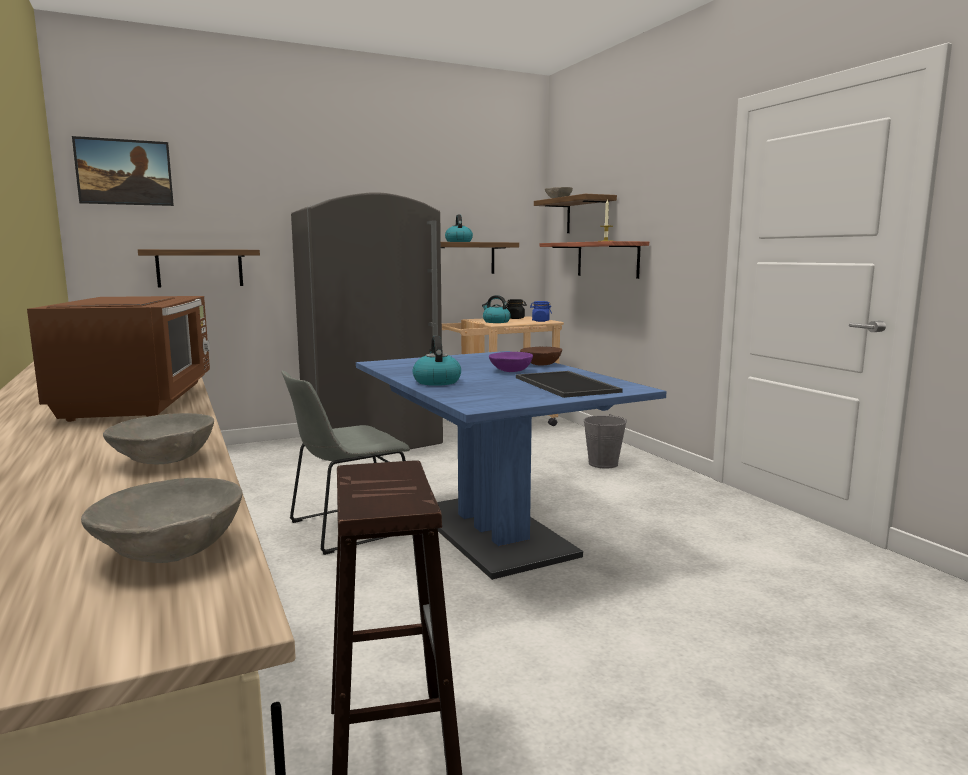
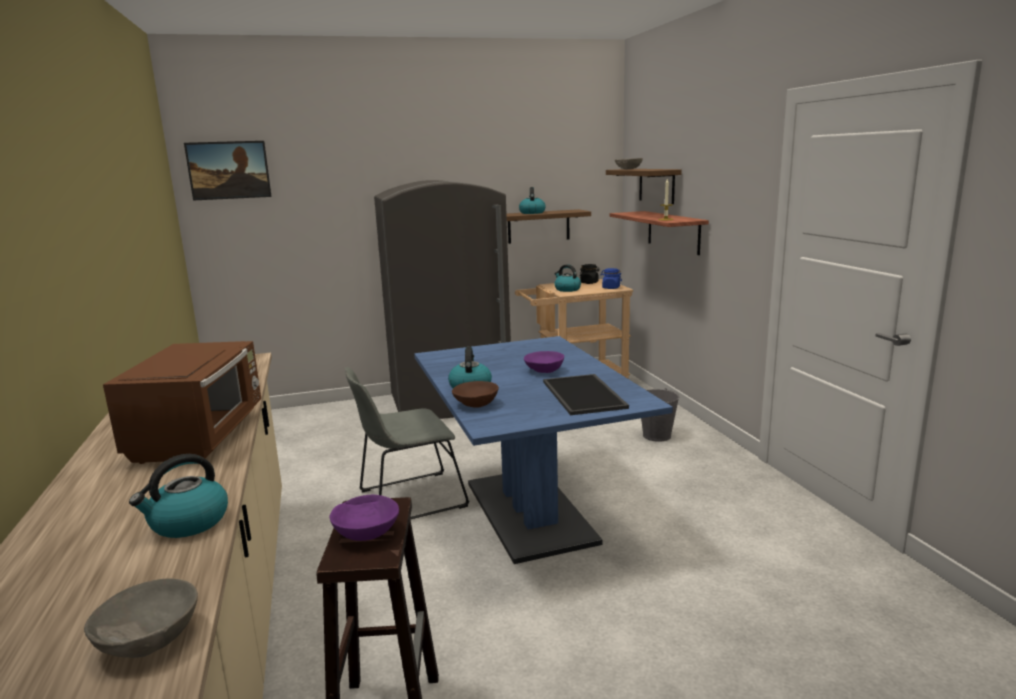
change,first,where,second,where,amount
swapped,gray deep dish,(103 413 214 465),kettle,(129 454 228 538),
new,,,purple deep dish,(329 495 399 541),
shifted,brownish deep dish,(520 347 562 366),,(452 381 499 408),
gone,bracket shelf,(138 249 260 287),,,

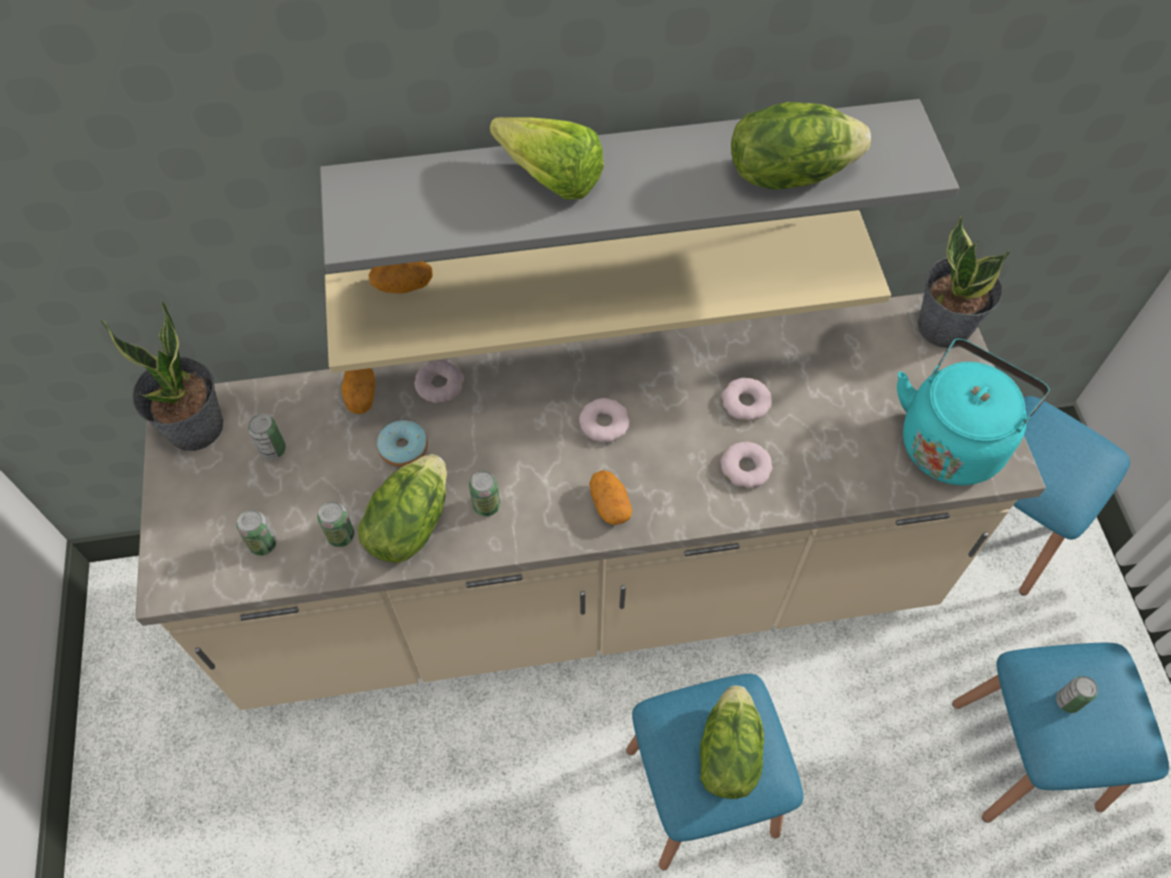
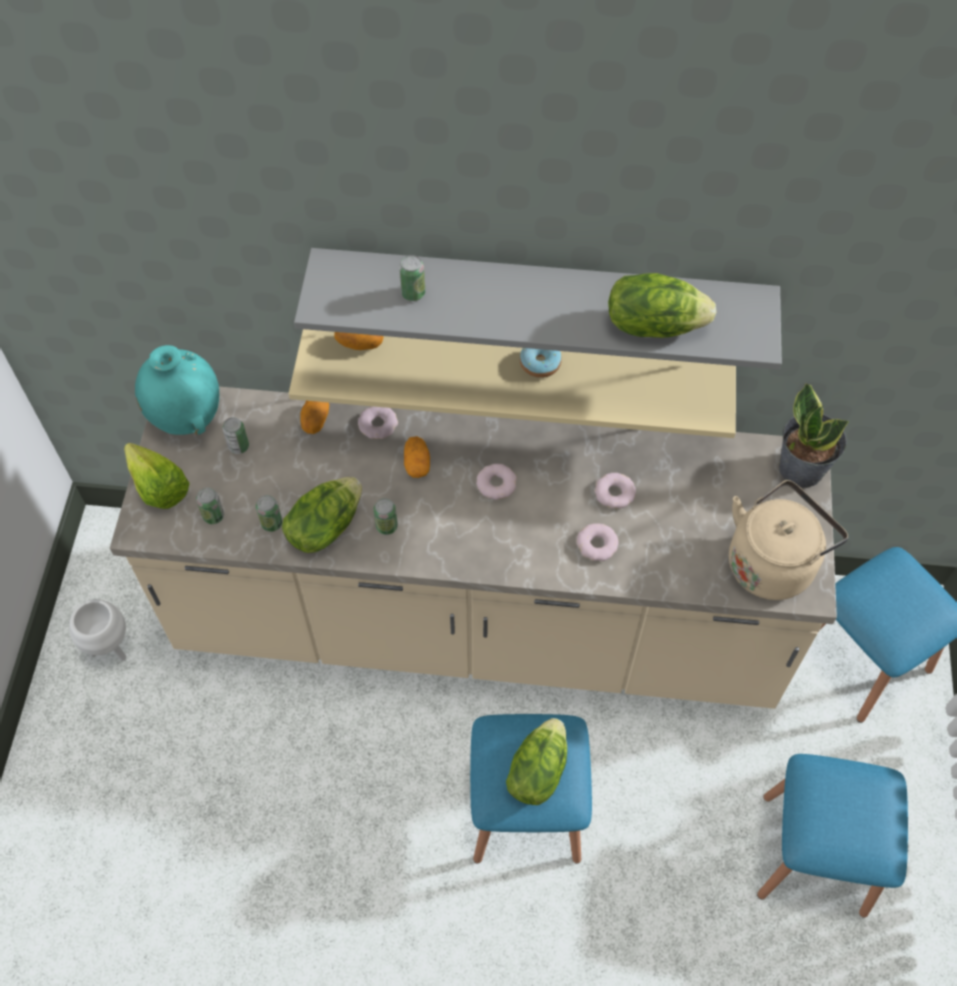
change,first,where,second,where,amount
new,,,whitish planter,(69 599 126 661),
shifted,lettuce head,(490 117 604 200),,(124 443 190 509),
swapped,potted plant,(101 300 223 451),blue-green vase,(135 345 219 435),
shifted,sealed can,(1056 676 1097 713),,(399 255 425 301),
shifted,potato,(589 470 632 525),,(404 436 430 478),
shifted,ring doughnut,(377 420 428 467),,(520 348 562 378),
repainted,blue-green kettle,(897 339 1050 485),beige-coloured kettle,(729 480 848 600),

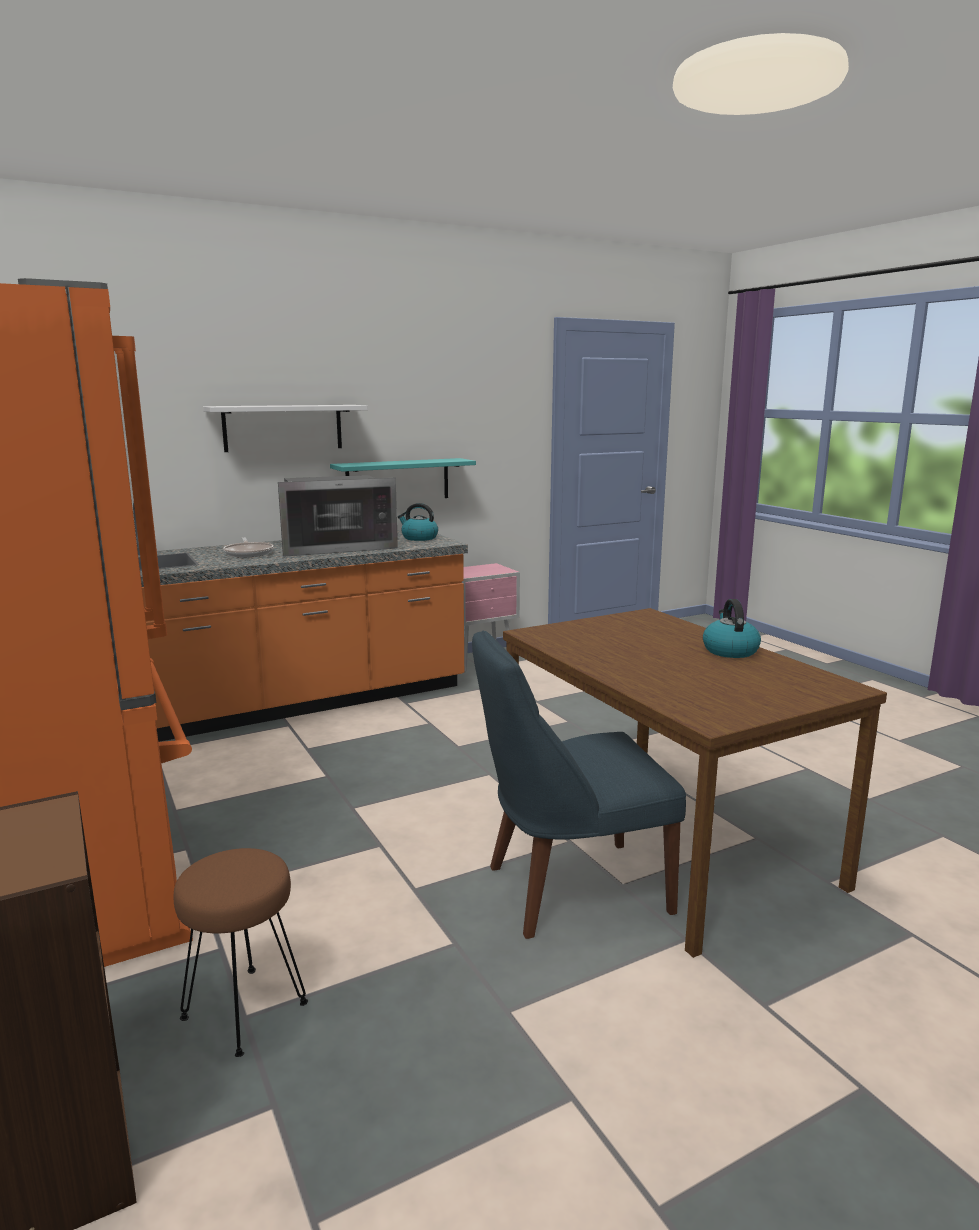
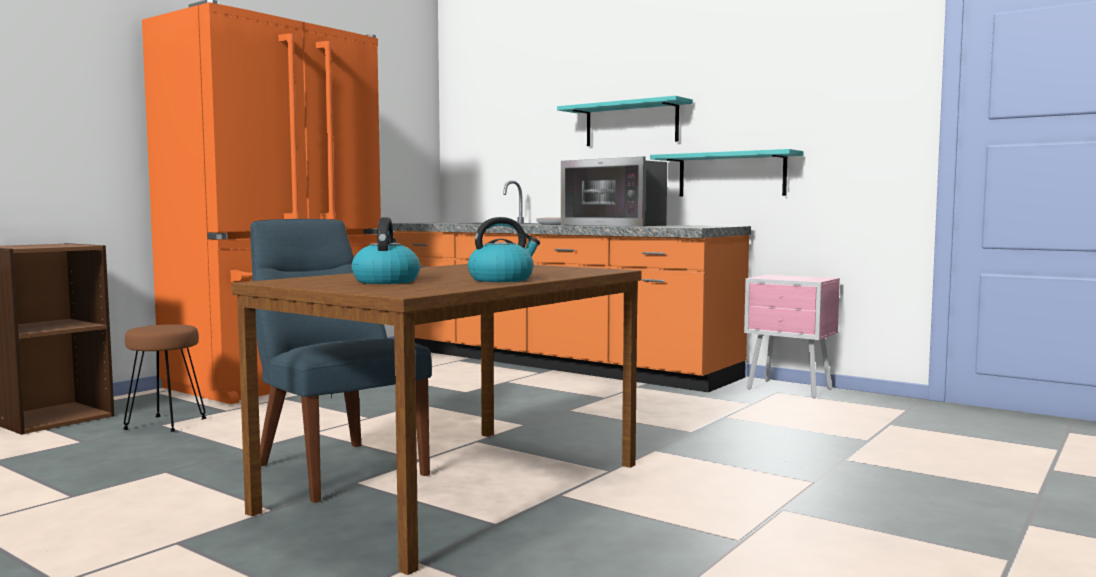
change,first,where,second,where,amount
shifted,kettle,(398 503 438 541),,(352 217 420 284),
repainted,whitish bracket shelf,(203 405 368 452),blue-green bracket shelf,(557 96 693 146),

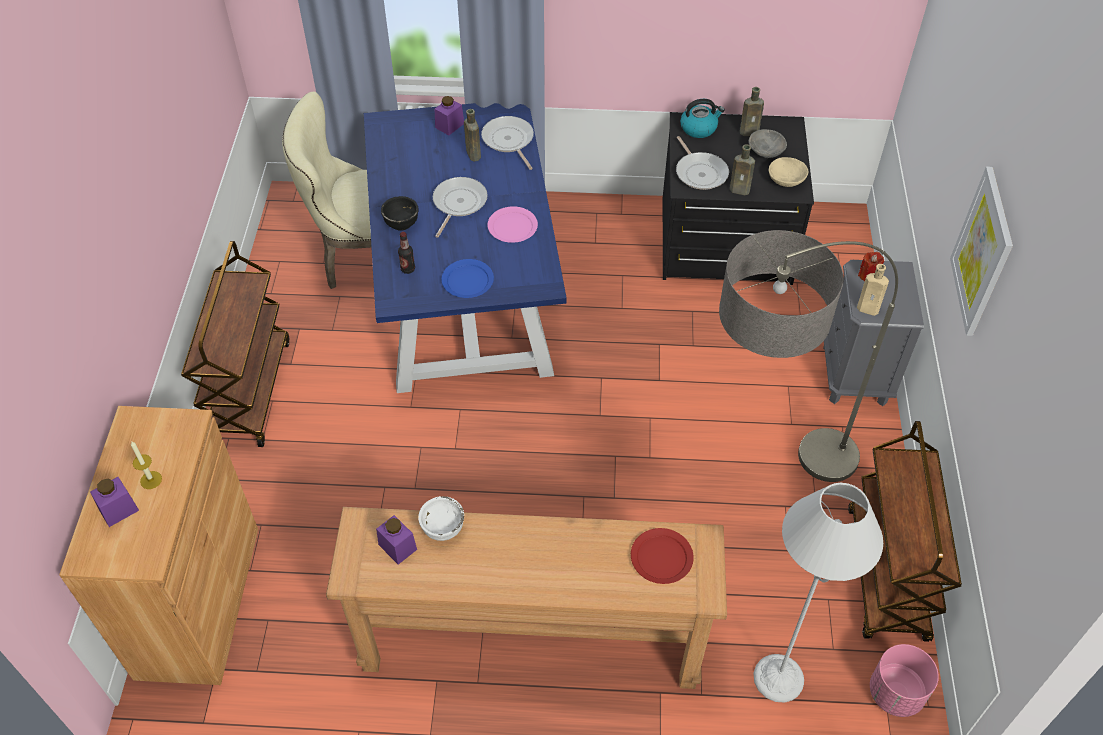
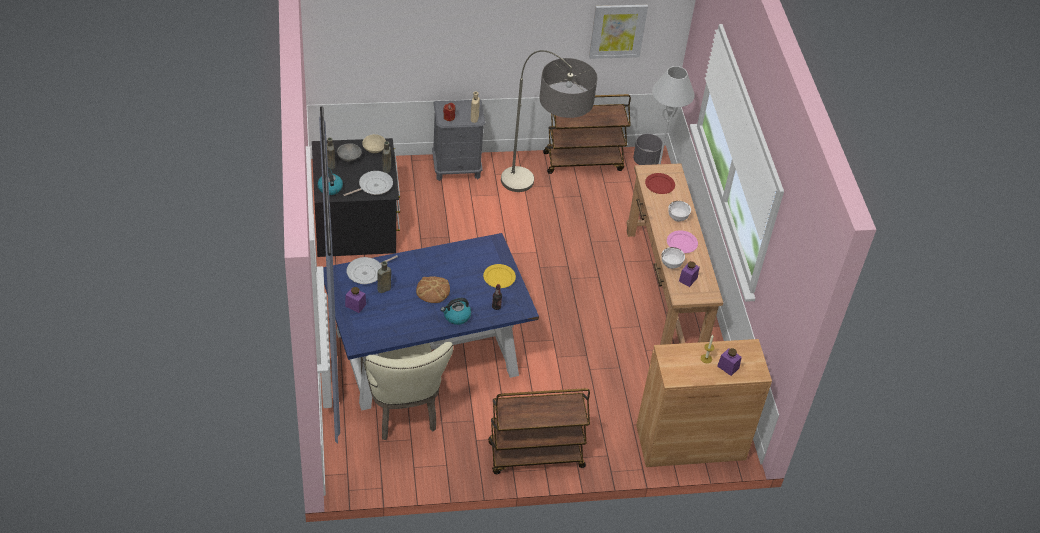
change,first,where,second,where,amount
swapped,frying pan,(433 177 488 238),bread,(416 276 450 303),
swapped,black-coloured deep dish,(381 196 419 231),kettle,(441 298 471 325),
repainted,bluish dinner plate,(442 259 494 298),yellow dinner plate,(483 264 516 288),
shifted,picture,(950 166 1013 336),,(589 5 648 59),
repainted,pink-coloured planter,(870 644 939 717),gray planter,(633 134 663 165),
shifted,pink-coloured dinner plate,(487 206 538 243),,(667 230 698 253),
new,,,whitish deep dish,(668 201 691 222),

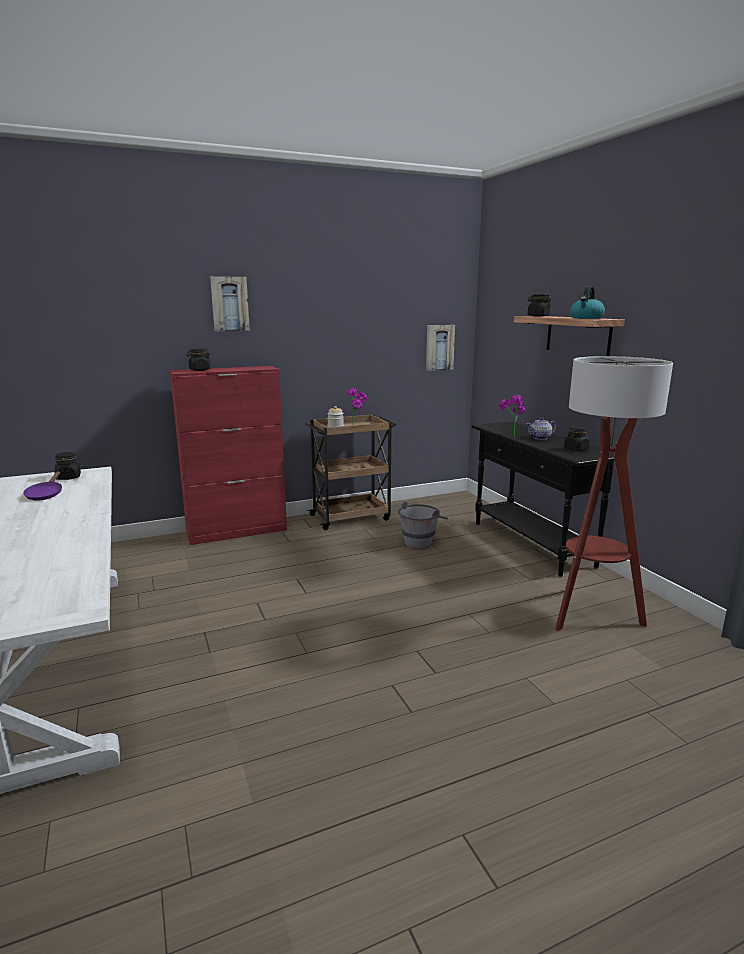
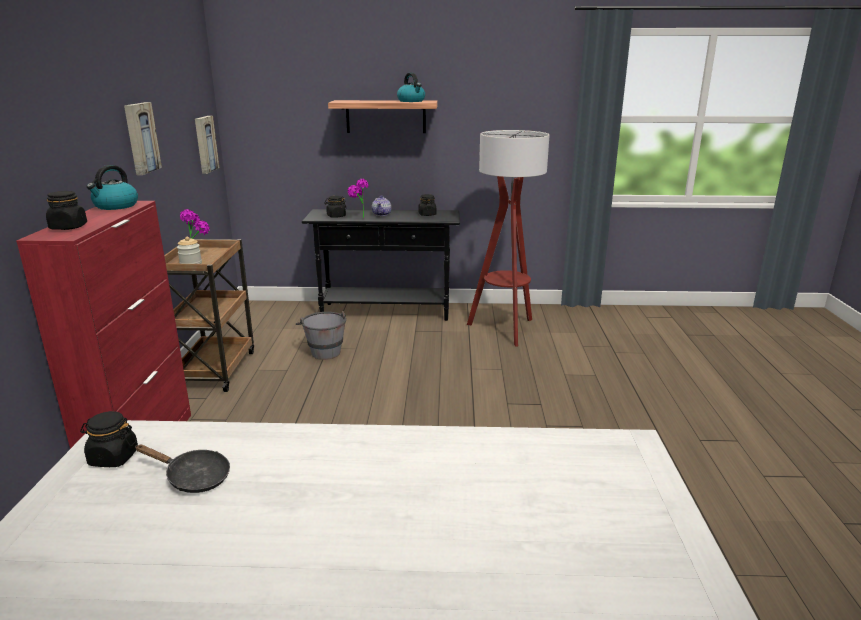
change,first,where,second,where,amount
new,,,kettle,(87 165 138 210),
shifted,picture,(210 276 250 331),,(124 102 162 175),
repainted,purple frying pan,(23 471 62 500),black-coloured frying pan,(135 444 230 493),
shifted,black-coloured preserve jar,(528 294 551 317),,(324 196 347 218),

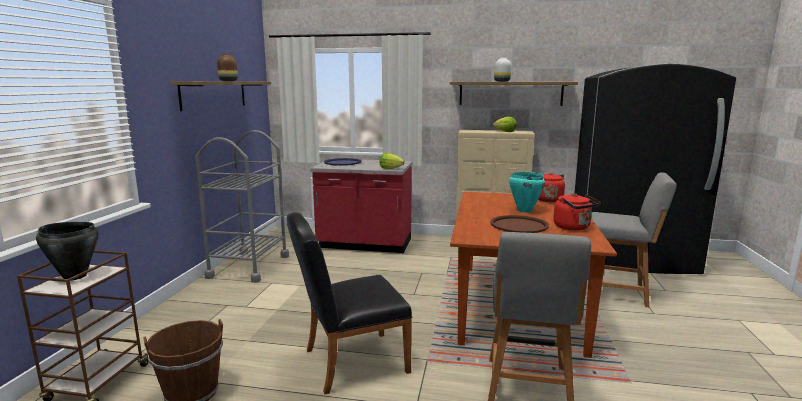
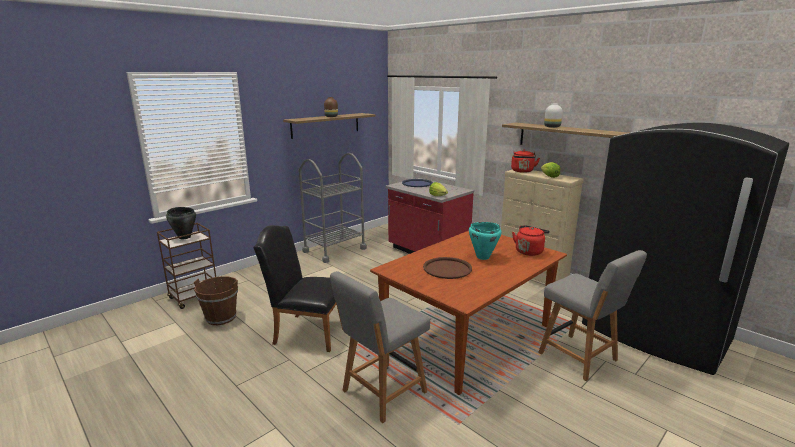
change,first,where,second,where,amount
shifted,red kettle,(553 193 601 230),,(511 150 540 173),

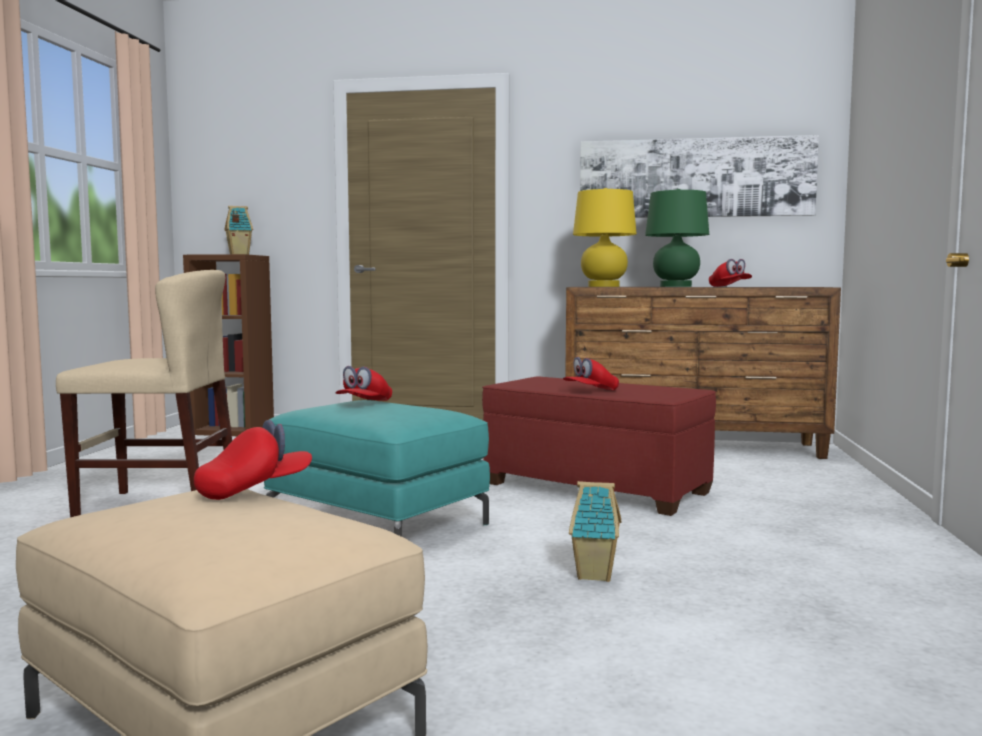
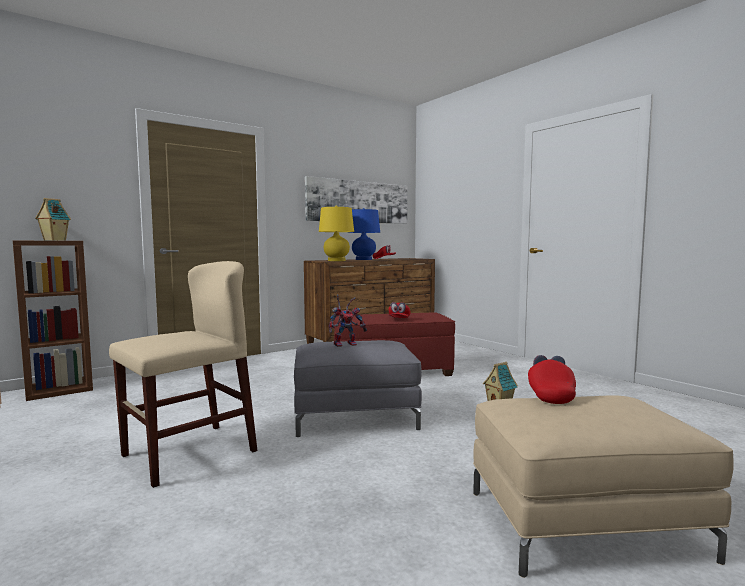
change,first,where,second,where,amount
repainted,blue-green ottoman,(264 400 490 537),gray ottoman,(294 340 422 437),
swapped,red cap,(336 366 392 401),toy robot,(328 295 367 347),
repainted,green-coloured tabletop lamp,(645 189 709 287),bluish tabletop lamp,(347 208 380 260),

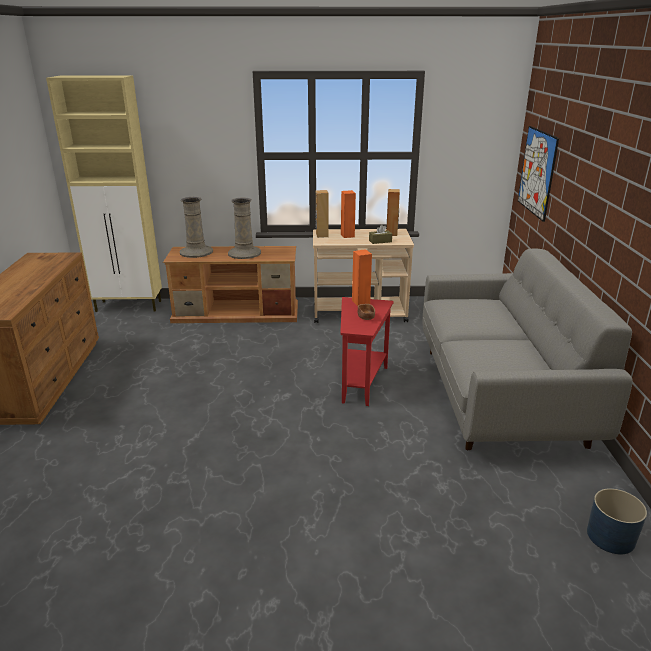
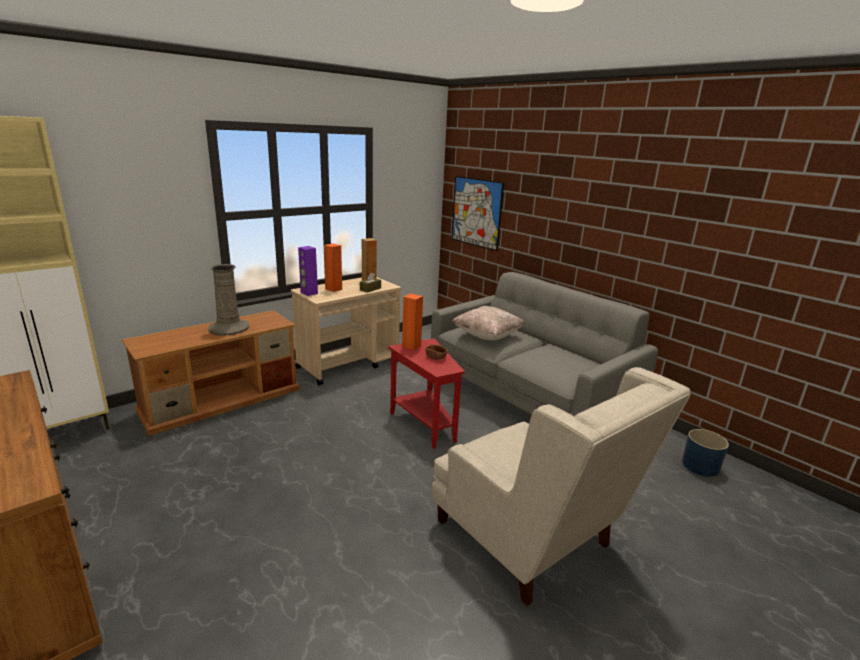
change,first,where,second,where,amount
repainted,brownish audio speaker,(315 190 329 238),purple audio speaker,(298 246 318 296),
new,,,beige-coloured lounge chair,(432 367 691 606),
new,,,beige-coloured pillow,(452 306 525 340),
gone,beige-coloured vase,(180 197 213 258),,,

